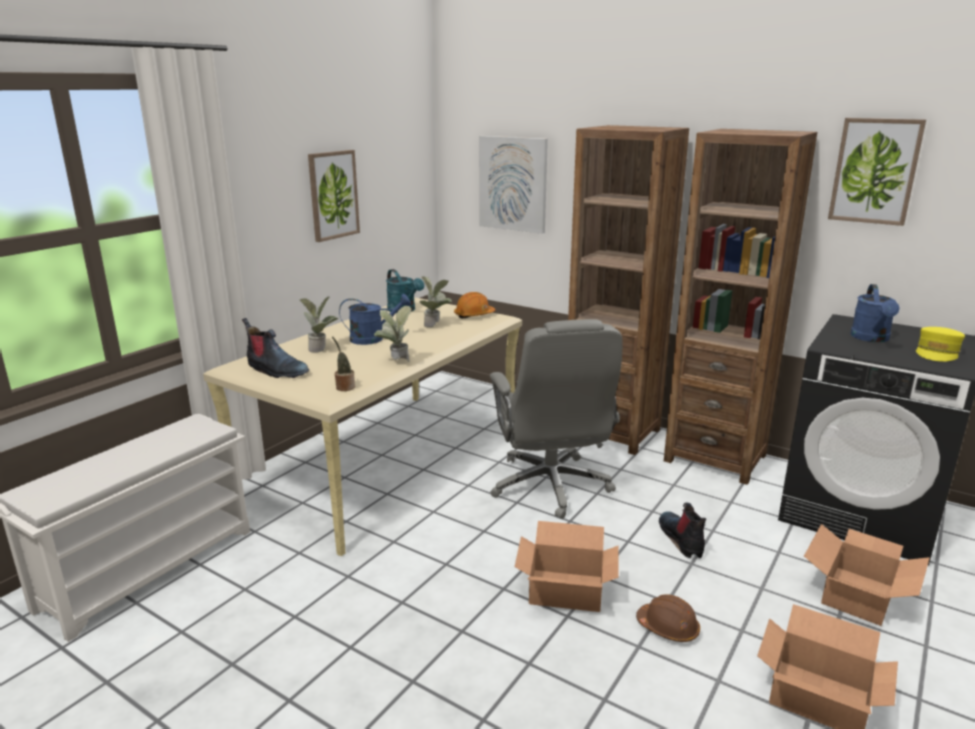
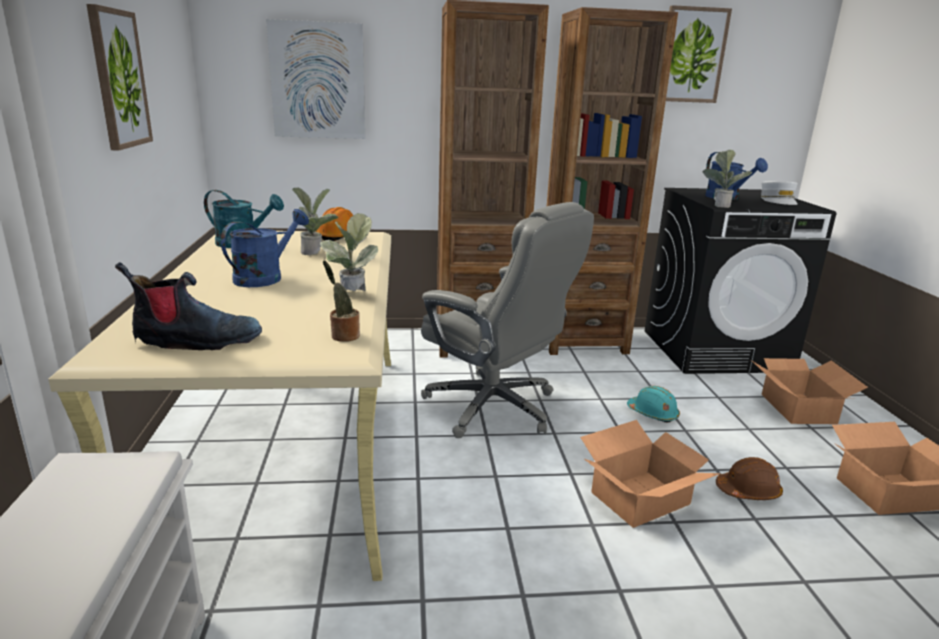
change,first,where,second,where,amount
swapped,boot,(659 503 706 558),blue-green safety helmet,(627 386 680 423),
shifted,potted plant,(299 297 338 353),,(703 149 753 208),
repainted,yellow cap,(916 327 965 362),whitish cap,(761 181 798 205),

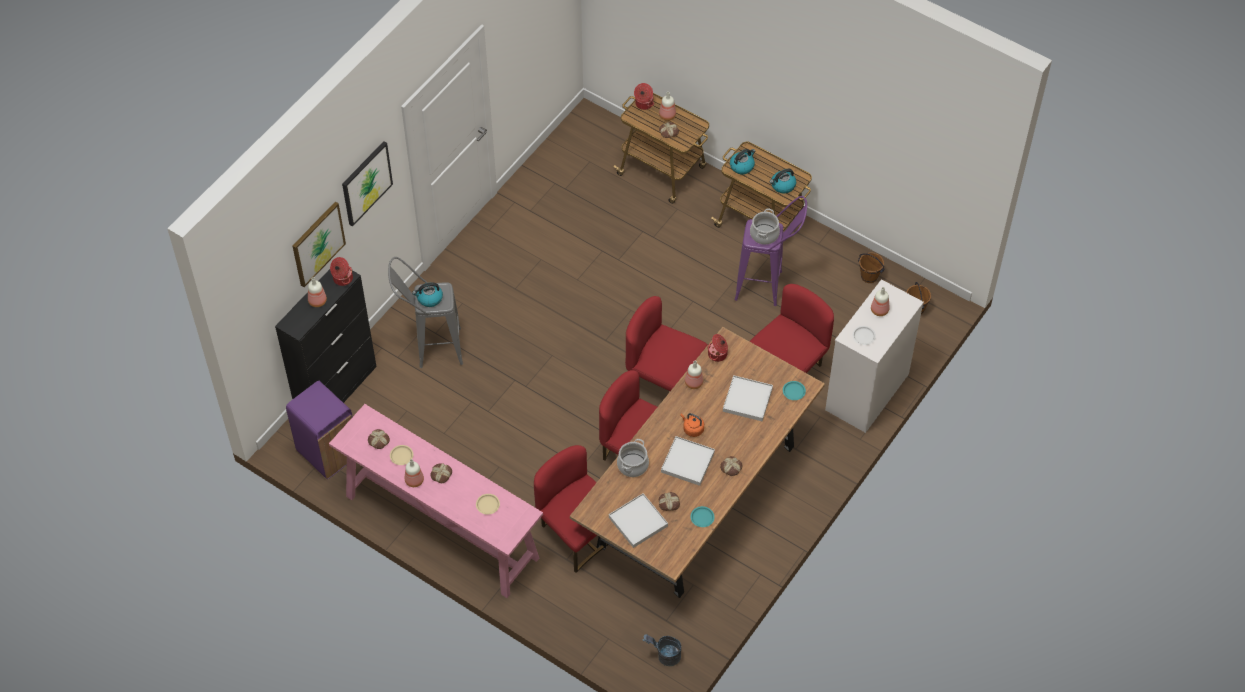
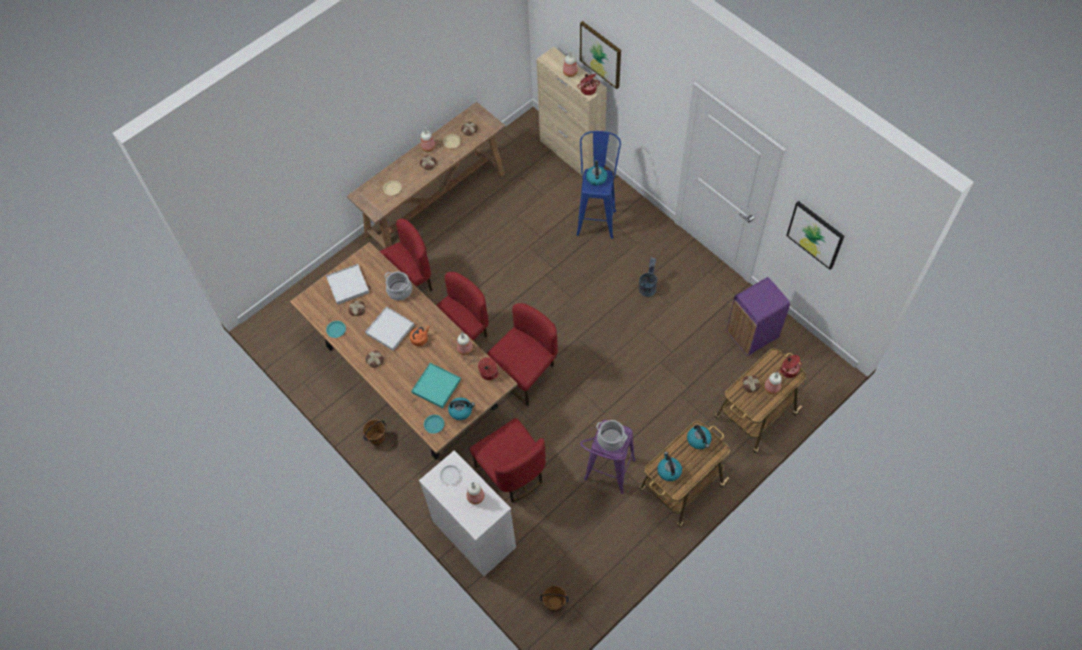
change,first,where,second,where,amount
repainted,pink-coloured narrow table,(329 404 543 598),brownish narrow table,(347 102 506 249),
shifted,brownish water bucket,(858 252 885 283),,(363 419 386 445),
repainted,whitish serving tray,(723 375 773 421),blue-green serving tray,(411 363 461 409),
new,,,kettle,(448 397 475 420),
repainted,black-coloured storage cabinet,(275 269 377 403),beige-coloured storage cabinet,(536 47 607 175),
repainted,gray sitting stool,(388 257 463 368),bluish sitting stool,(577 131 621 239),
shifted,gray water bucket,(642 634 681 666),,(639 257 657 297),
shifted,purple trash can,(286 381 353 479),,(727 277 790 356),
shifted,picture,(342 141 393 227),,(786 201 845 270),

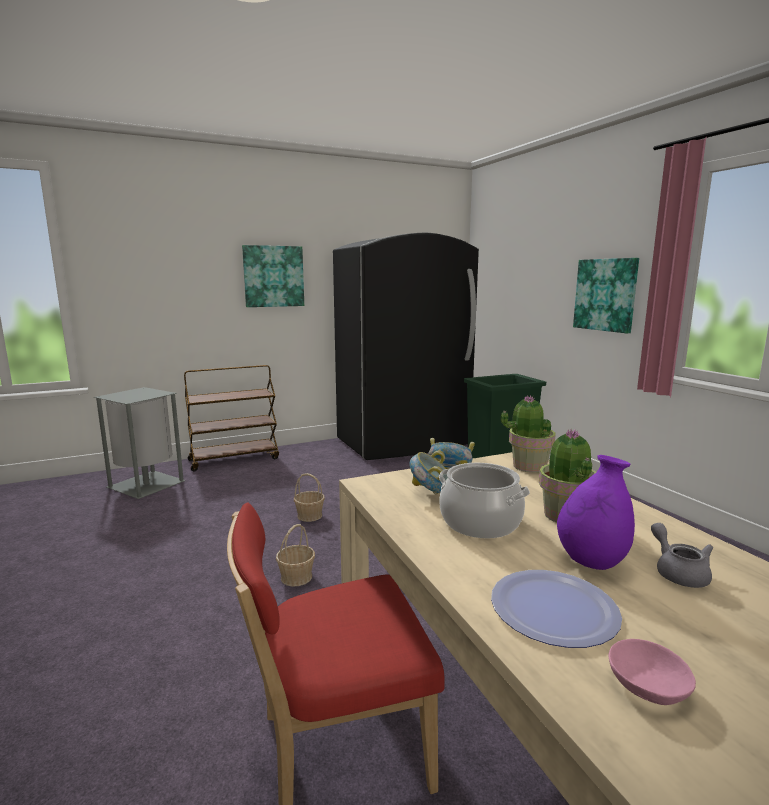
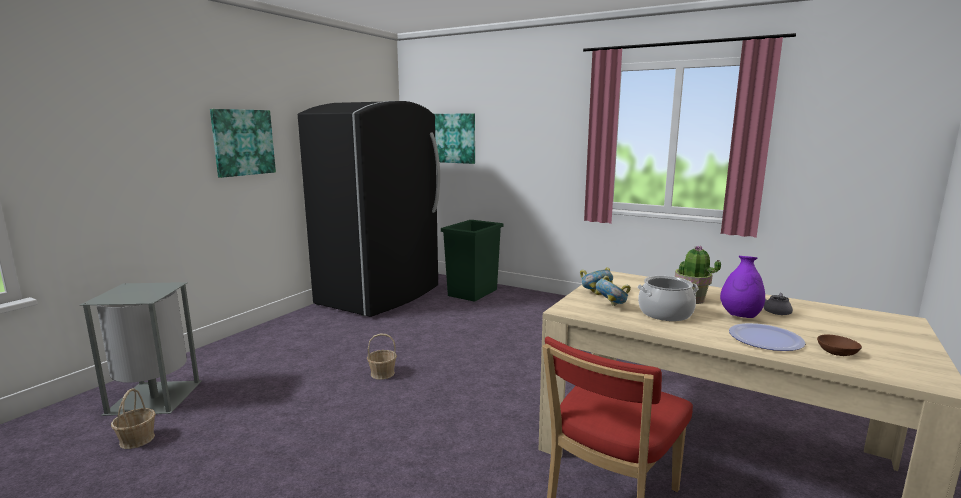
change,first,where,second,where,amount
shifted,storage basket,(276 524 315 587),,(111 388 156 449),
shifted,picture,(573 258 639 334),,(434 113 475 164),
repainted,pink-coloured deep dish,(608 639 696 705),brownish deep dish,(817 335 862 356),
gone,brownish trolley,(184 365 279 471),,,
gone,potted plant,(501 395 555 473),,,

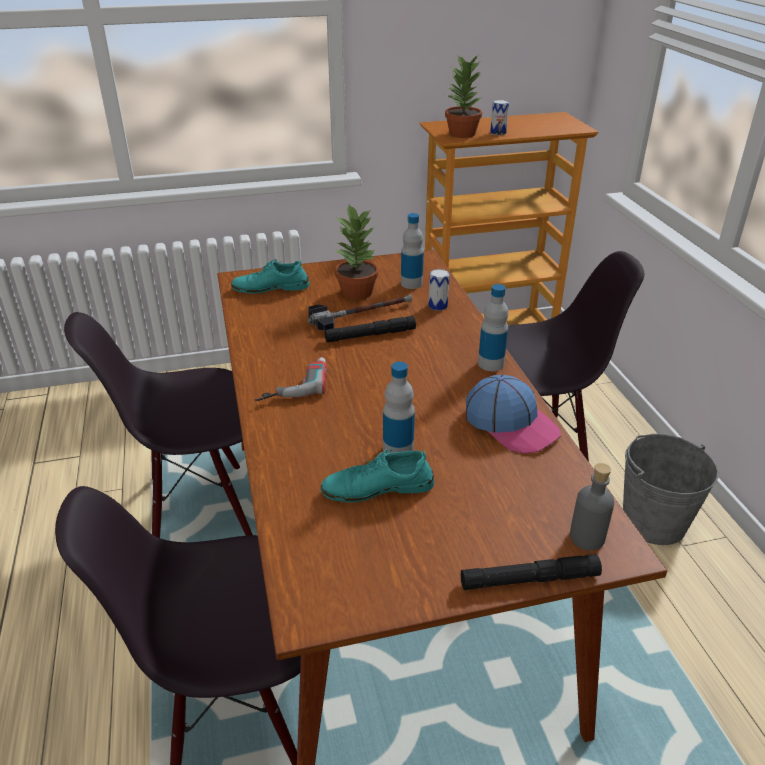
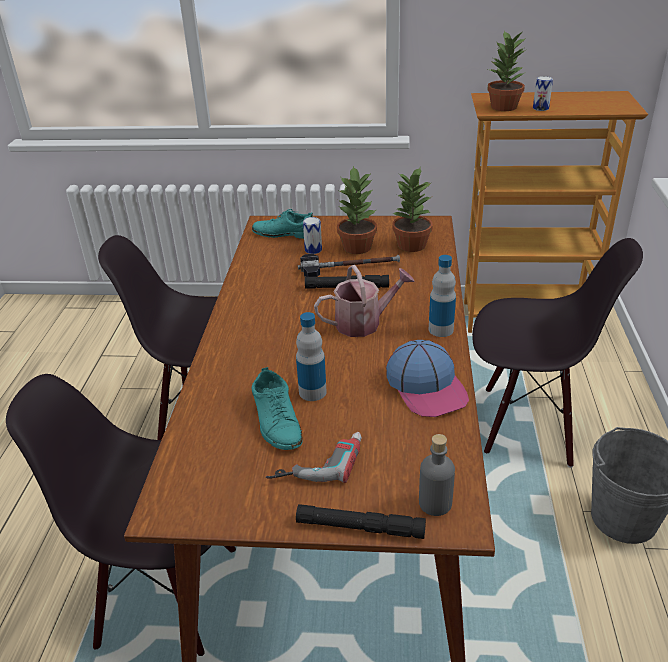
change,first,where,second,where,amount
rotated,blue-green low shoe,(321 449 434 502),,(252 367 302 450),120 degrees counterclockwise
shifted,power drill,(255 357 327 401),,(266 432 362 483),
shifted,sealed can,(428 269 450 311),,(303 217 322 254),
new,,,watering pot,(314 265 415 337),
swapped,beverage bottle,(401 213 424 289),potted plant,(392 166 433 252),

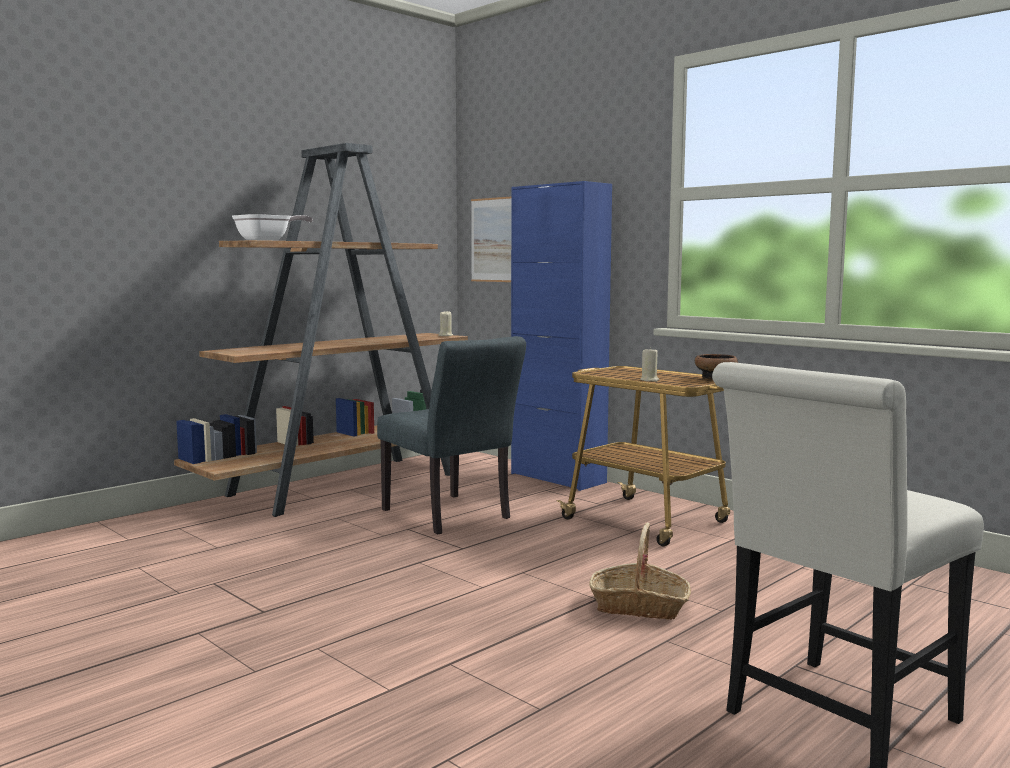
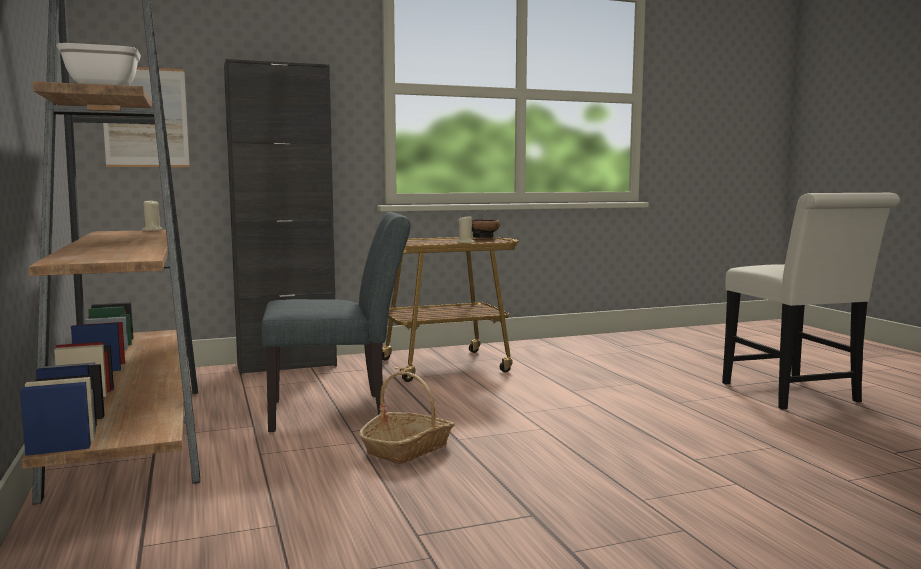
change,first,where,second,where,amount
repainted,bluish storage cabinet,(511 181 612 491),black-coloured storage cabinet,(224 59 337 375),
shifted,storage basket,(589 522 691 620),,(359 372 455 464),

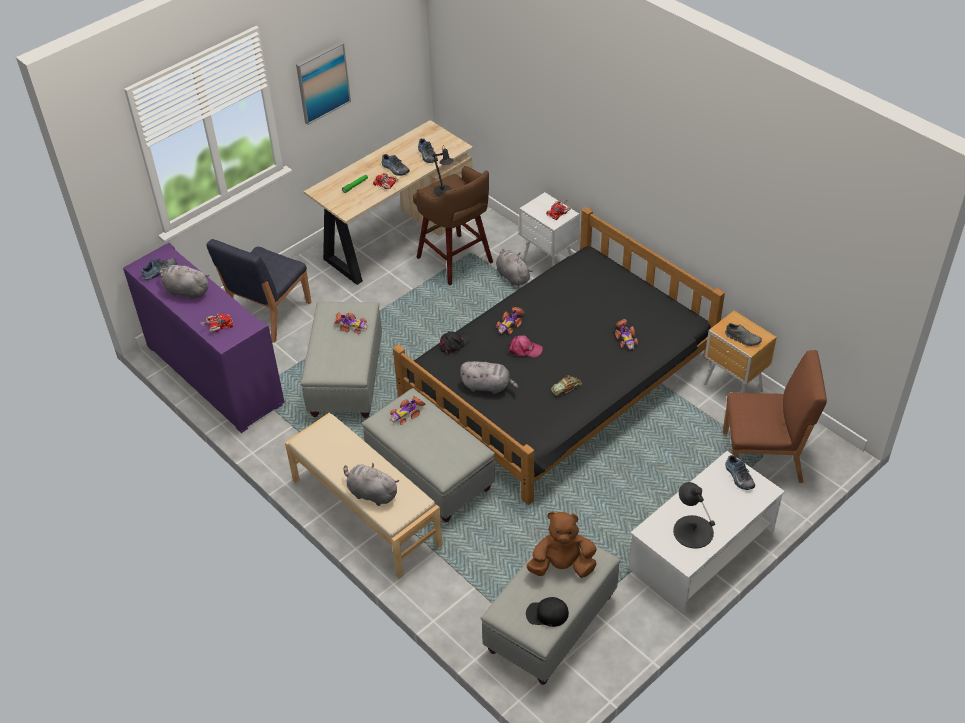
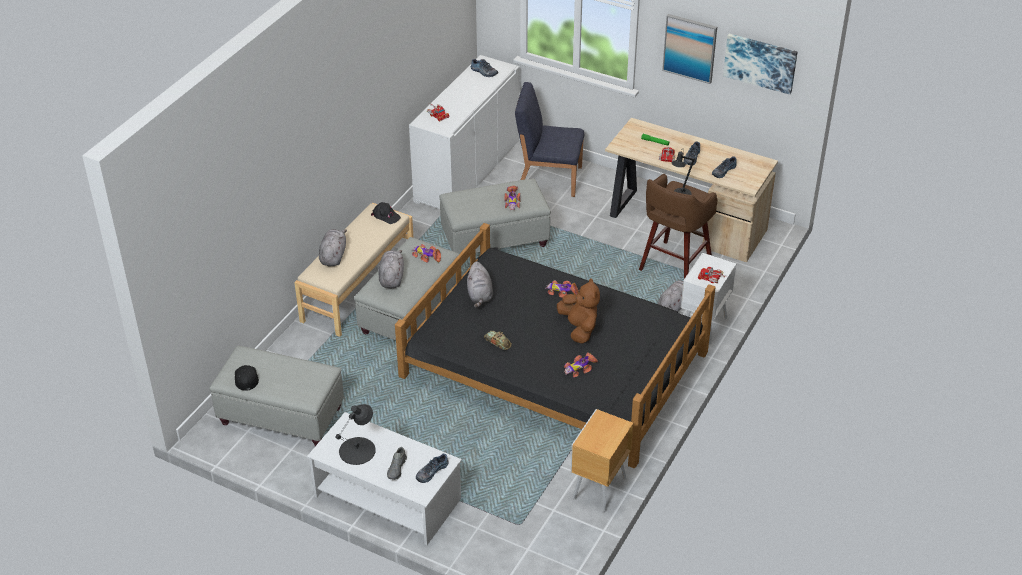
change,first,where,second,where,amount
shifted,black-coloured cap,(440 331 471 354),,(371 202 401 224),
shifted,gray cuddly toy,(159 262 210 300),,(378 250 404 288),
shifted,gray low shoe,(725 323 762 346),,(387 447 407 480),
repainted,purple storage cabinet,(123 243 285 433),whitish storage cabinet,(409 55 520 209),
shifted,brownish cuddly toy,(526 512 597 578),,(557 278 600 343),
new,,,picture,(723 34 798 95),
gone,pink-coloured cap,(508 335 543 357),,,
gone,brownish upright chair,(723 350 827 483),,,

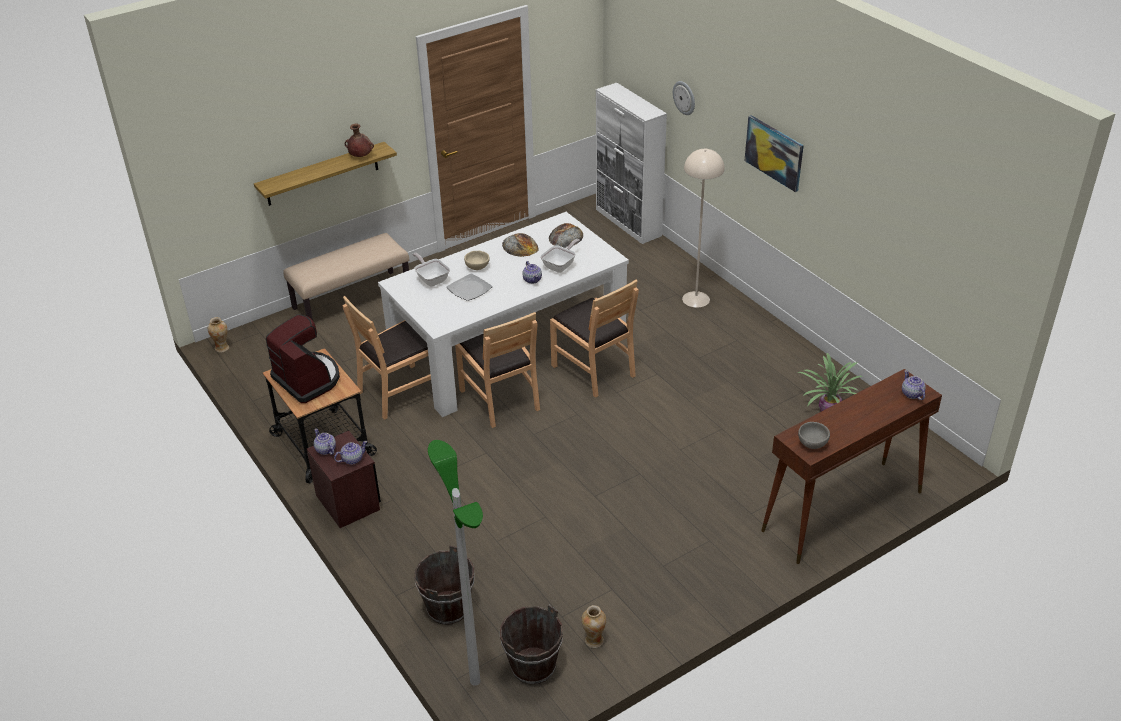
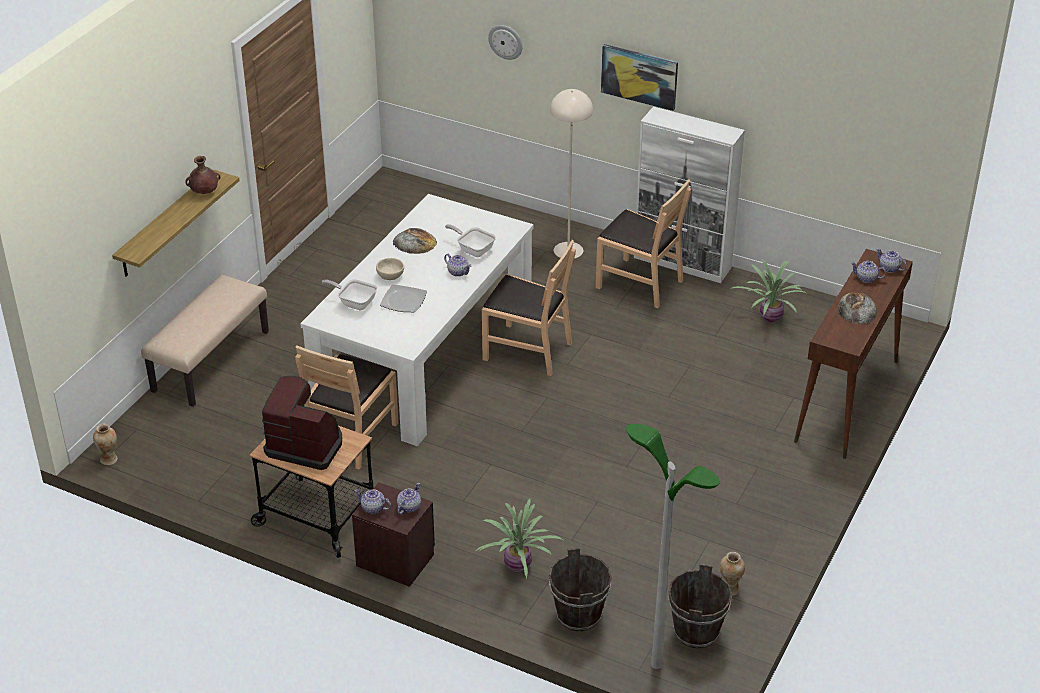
change,first,where,second,where,amount
rotated,frying pan,(540 239 580 273),,(445 224 496 257),60 degrees counterclockwise
new,,,potted plant,(476 499 563 579),
shifted,brownish upright chair,(455 312 540 428),,(596 179 691 308),
shifted,whitish storage cabinet,(596 83 667 244),,(634 107 745 283),
shifted,bread,(549 223 583 248),,(838 293 877 324),
new,,,tea pot,(850 261 886 283),
gone,gray deep dish,(798 422 830 449),,,

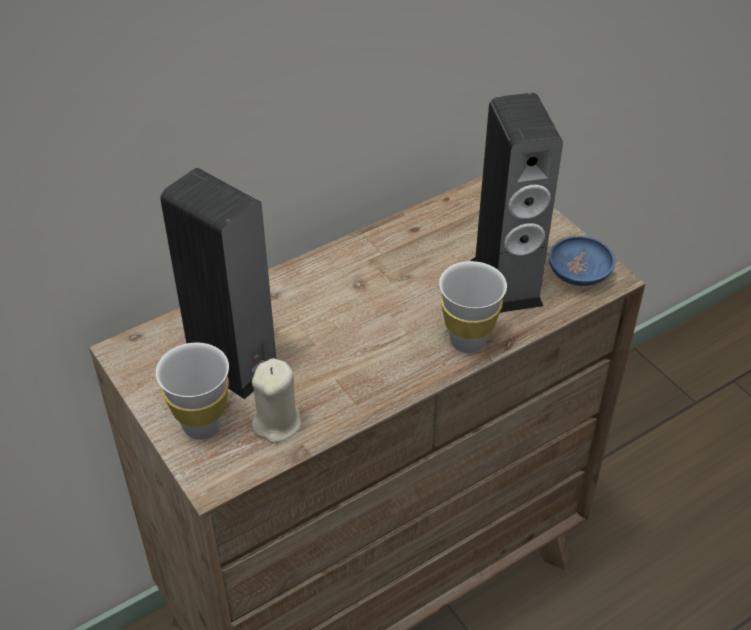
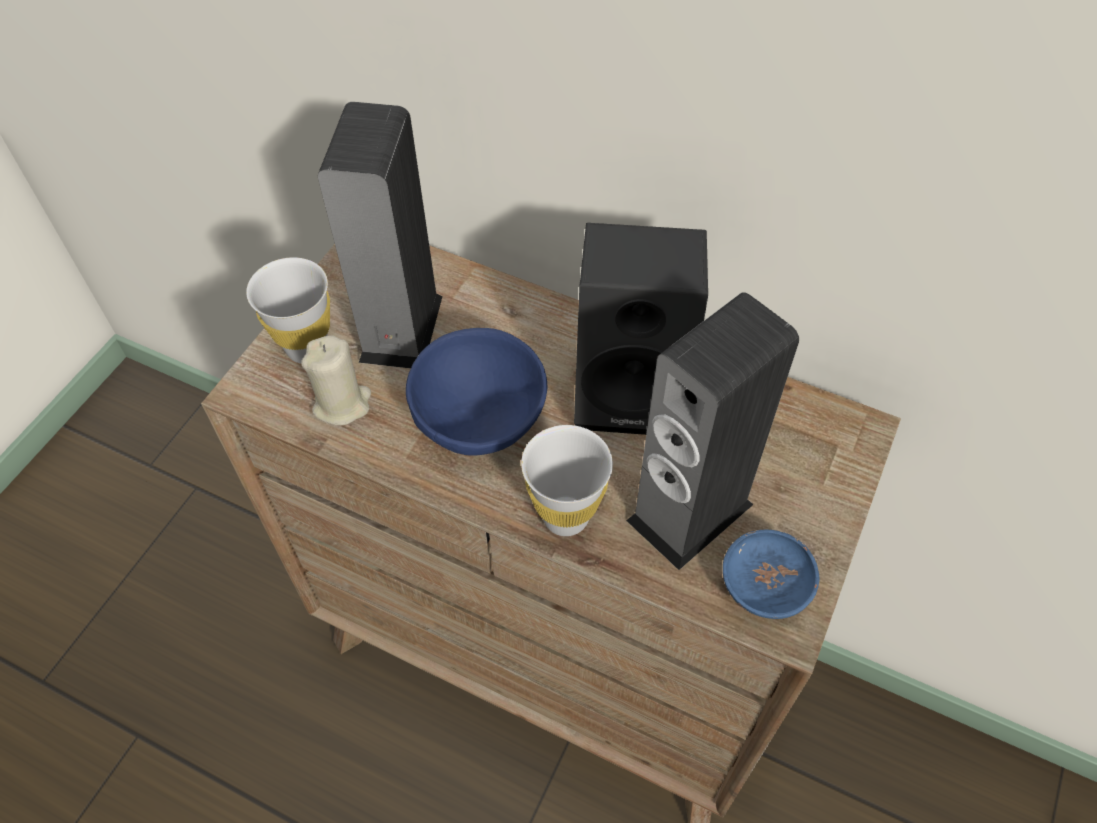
change,first,where,second,where,amount
new,,,bluish deep dish,(406 328 547 456),
new,,,black-coloured audio speaker,(574 223 708 435),

